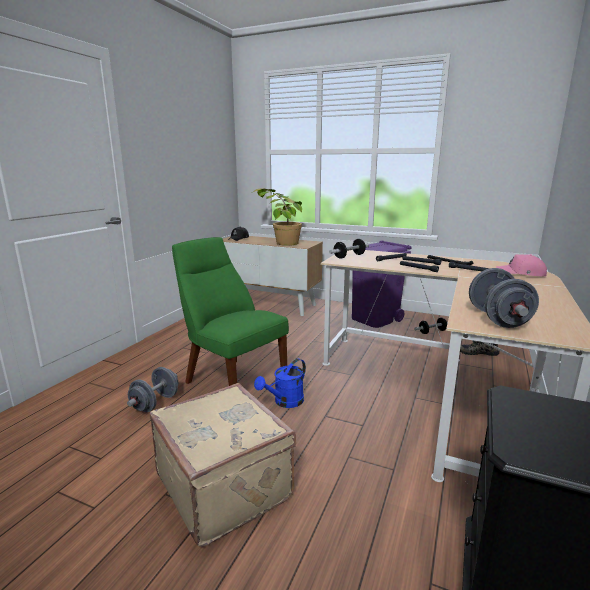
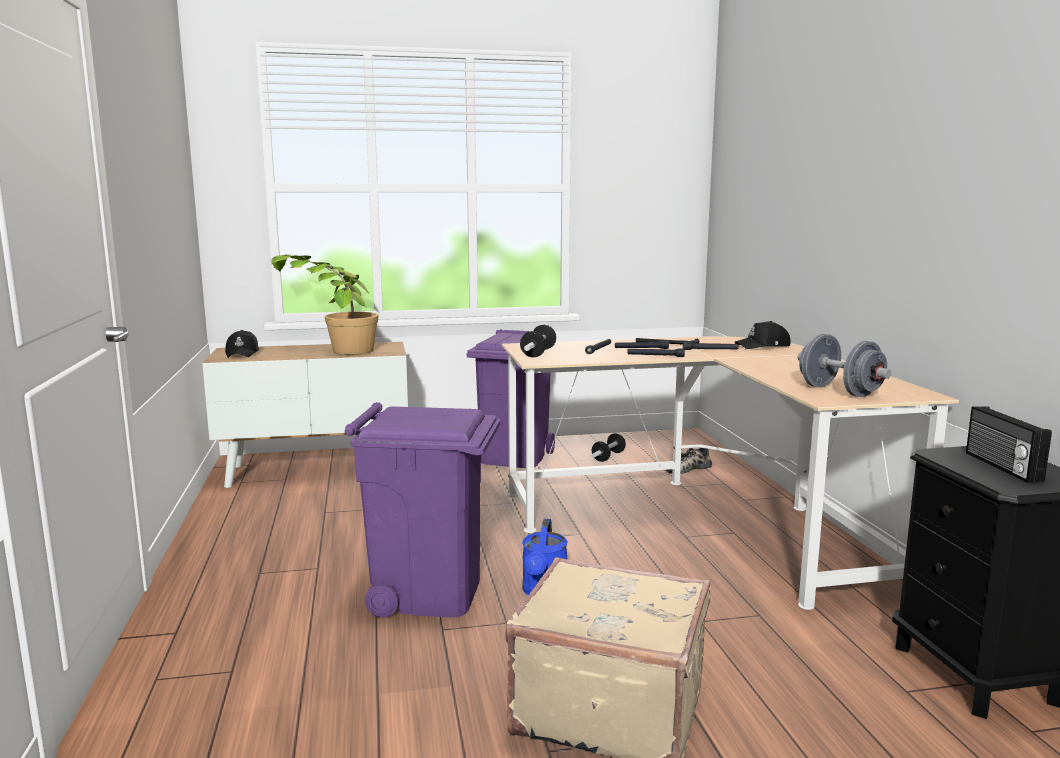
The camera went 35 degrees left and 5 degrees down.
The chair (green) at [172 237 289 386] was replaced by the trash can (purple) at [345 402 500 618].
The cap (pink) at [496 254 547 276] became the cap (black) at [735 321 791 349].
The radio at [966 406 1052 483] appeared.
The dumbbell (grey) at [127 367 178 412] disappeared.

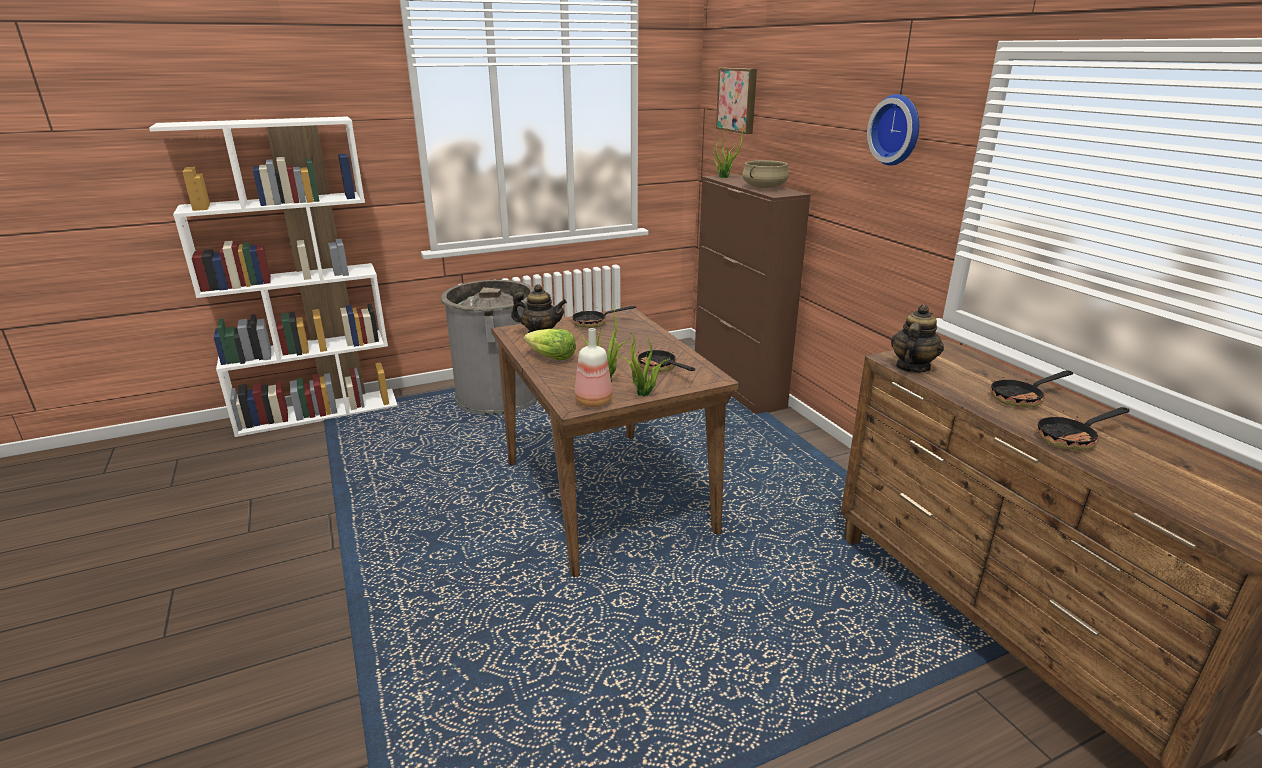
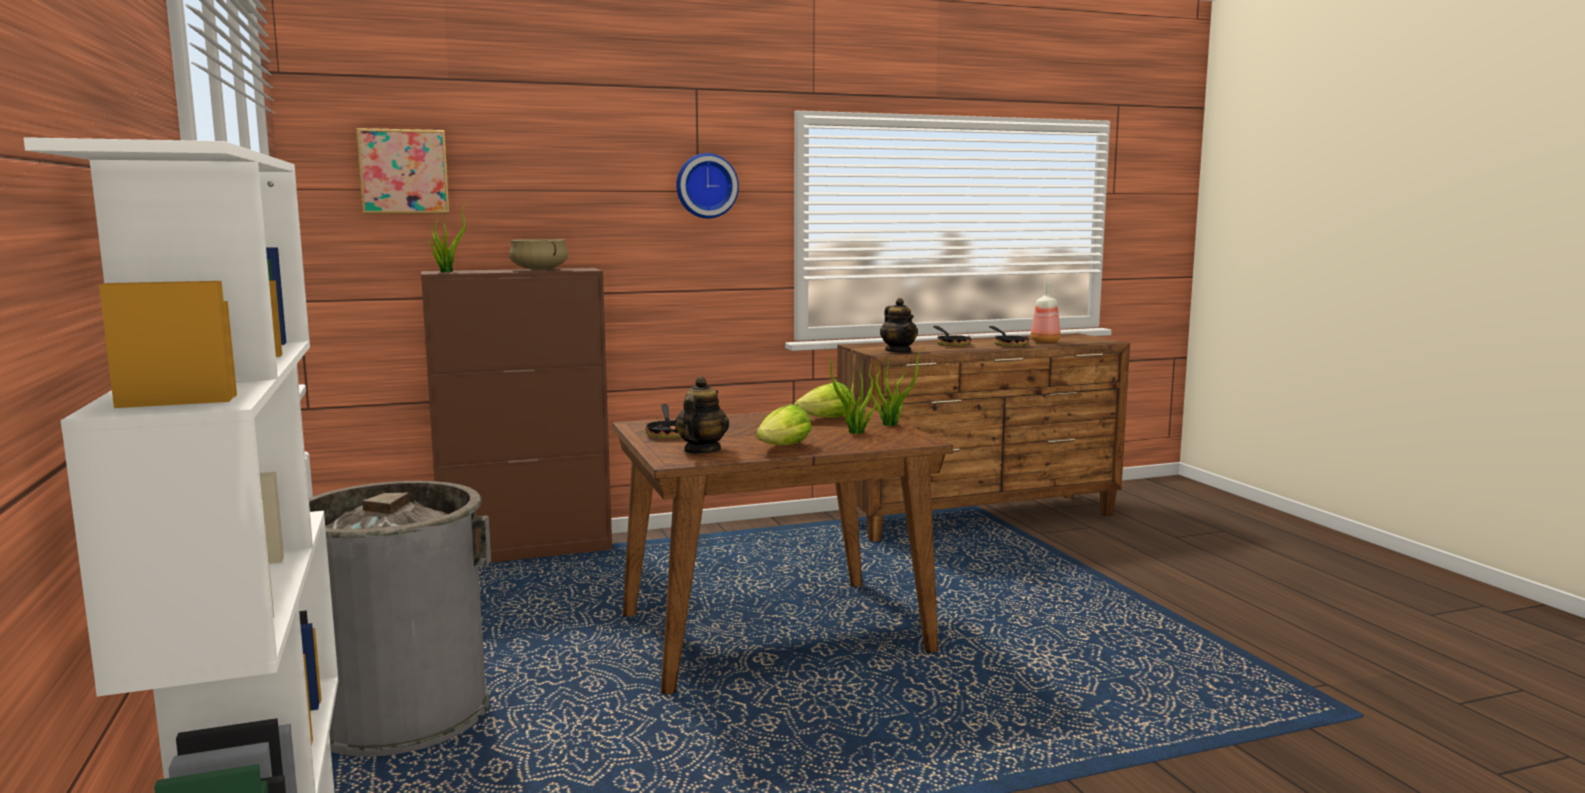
The camera went 85 degrees left and 15 degrees down.
The frying pan at [636 348 695 372] was replaced by the lettuce at [794 382 851 418].
The teapot at [891 304 944 373] turned 150 degrees counterclockwise.
The bottle moved from [574 328 613 407] to [1031 282 1061 343].

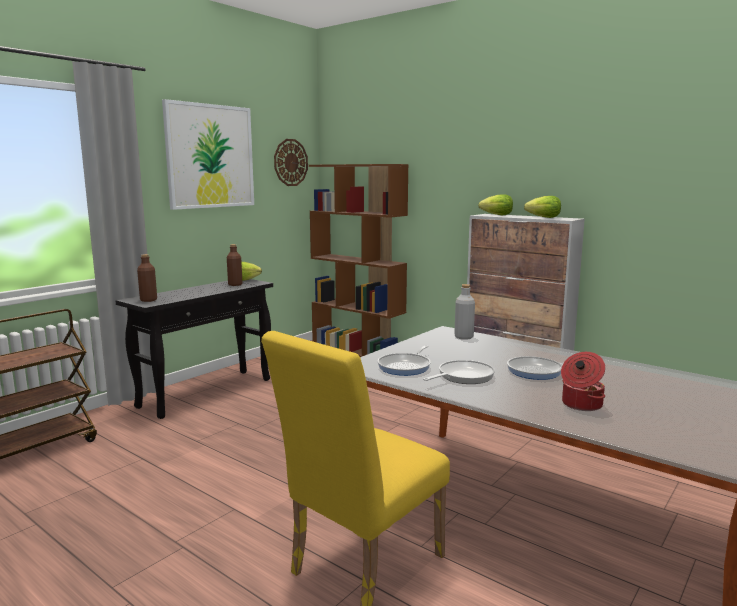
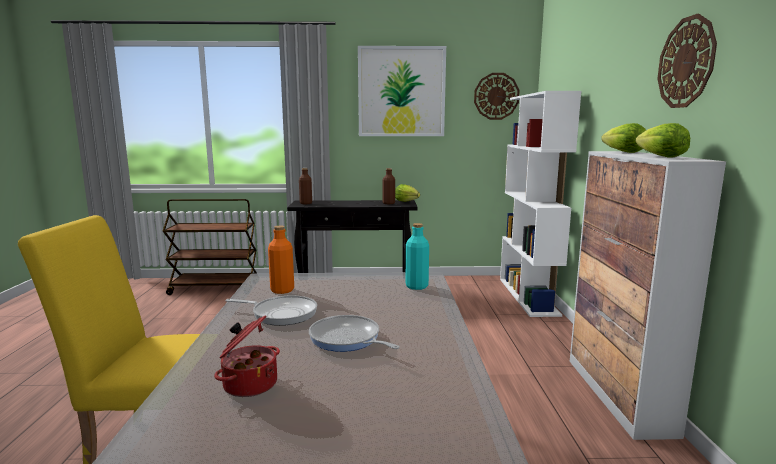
The camera went 50 degrees right and 0 degrees up.
The frying pan at [378 345 431 376] was replaced by the bottle (orange) at [268 226 294 294].
The bottle (grey) at [454 284 475 340] became the bottle (turquoise) at [406 223 429 290].
The bookcase (brown) at [309 164 409 357] became the bookcase (white) at [500 91 581 317].
The wall clock at [657 14 717 108] appeared.

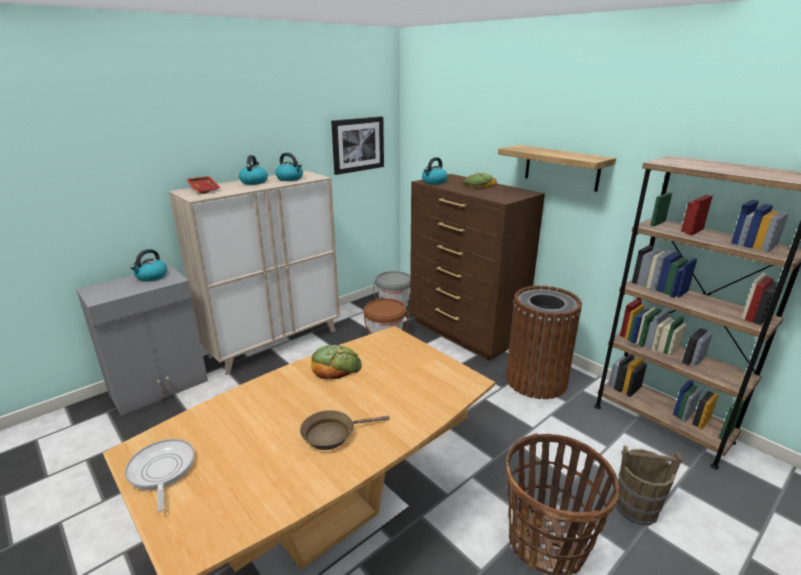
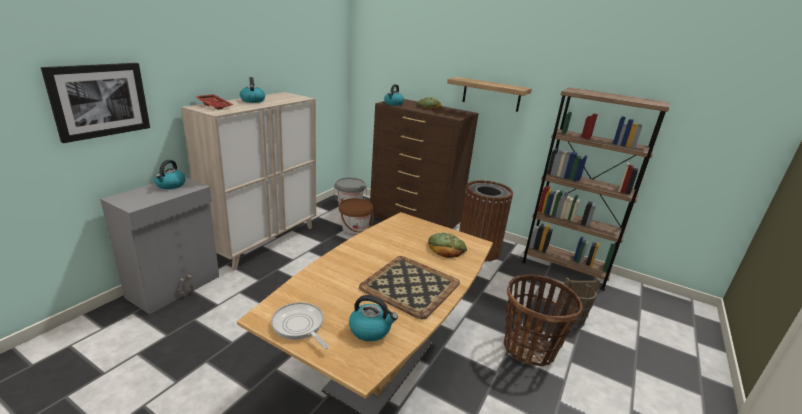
The camera went 20 degrees left and 0 degrees up.
The picture moved from [331 116 384 175] to [41 63 150 143].
The kettle moved from [275 153 303 181] to [349 295 398 341].
The frying pan (brown) at [300 410 390 450] was replaced by the tray at [359 256 460 319].
The bread moved from [311 345 362 379] to [428 233 467 258].

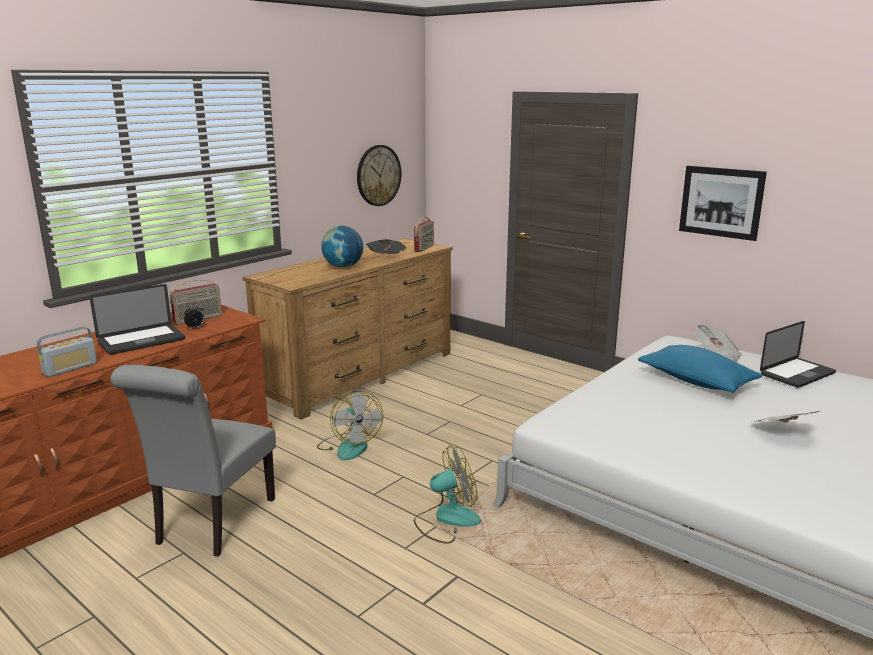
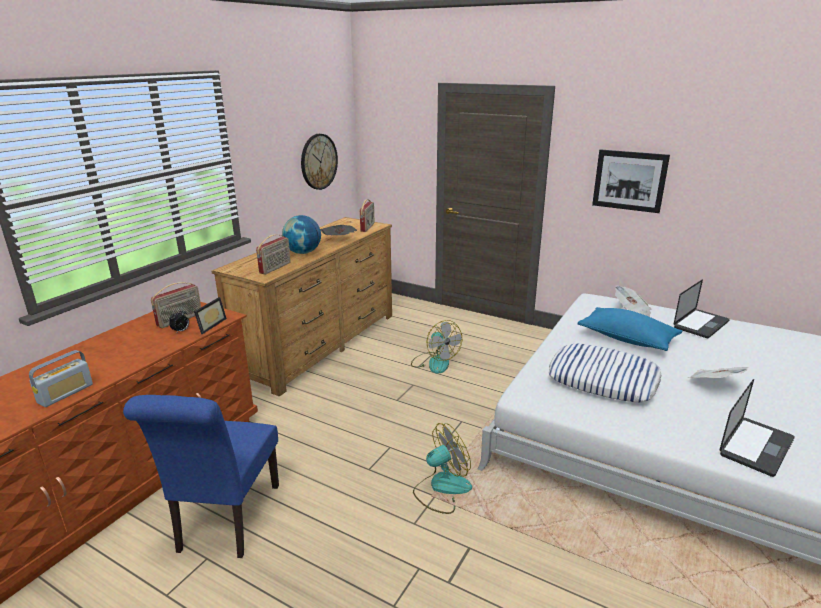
The camera went 10 degrees left and 5 degrees up.
The chair (grey) at [111 365 276 557] became the chair (blue) at [123 395 279 558].
The picture frame at [194 297 227 334] appeared.
The radio at [256 234 291 274] appeared.
The fan moved from [317 391 384 460] to [411 320 462 374].
The pillow at [548 344 662 402] appeared.
The laptop moved from [90 284 185 355] to [720 379 795 477].

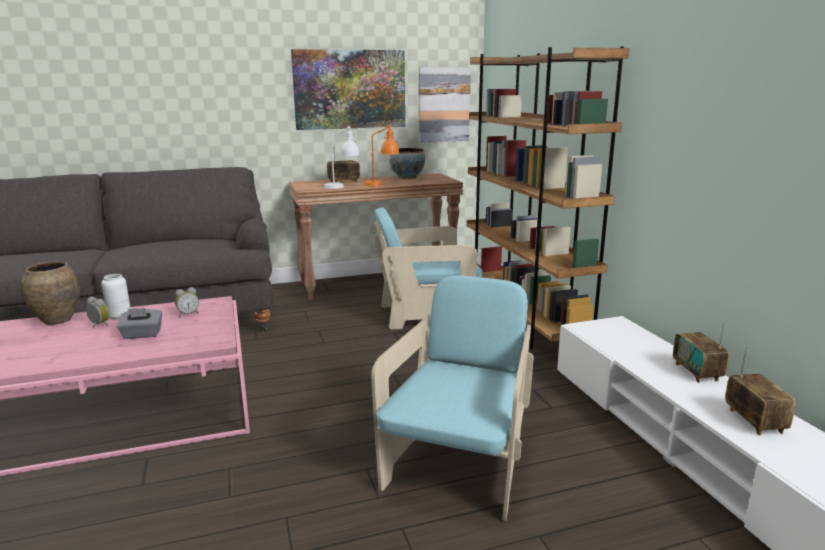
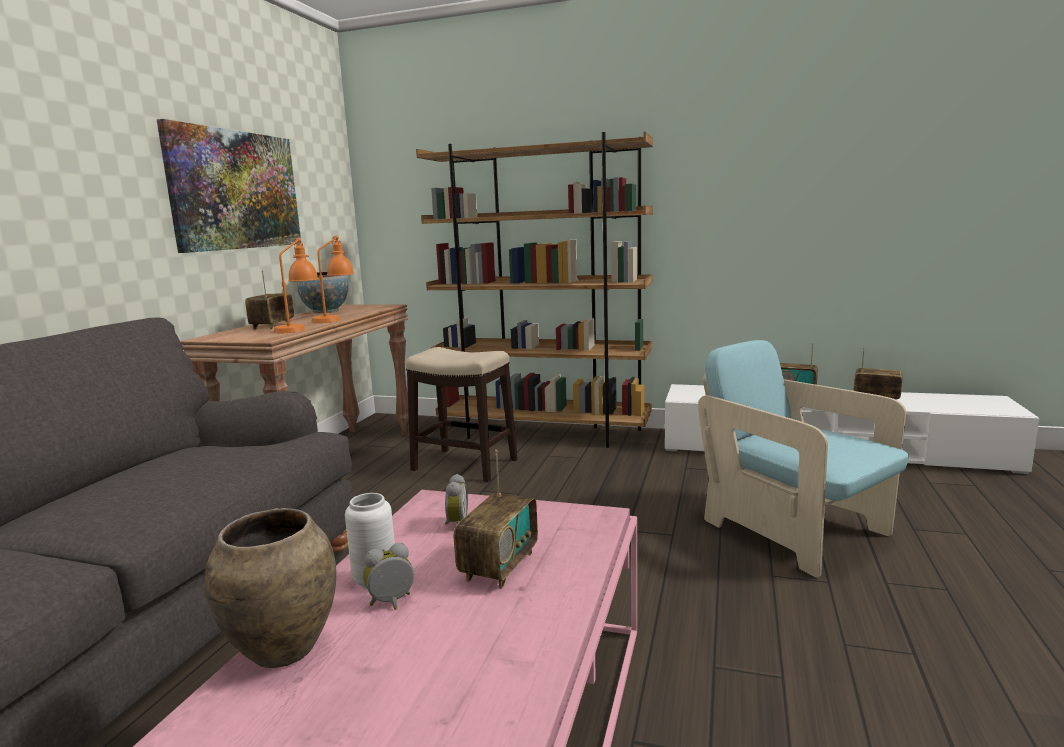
The camera went 55 degrees left and 5 degrees down.
The table lamp (white) at [324 126 360 189] became the table lamp (orange) at [273 238 319 333].
The armchair (turquoise) at [374 207 482 330] was replaced by the stool at [406 347 518 482].
The tissue box (grey) at [117 308 162 339] was replaced by the radio at [454 450 538 589].
The picture at [419 67 471 143] disappeared.

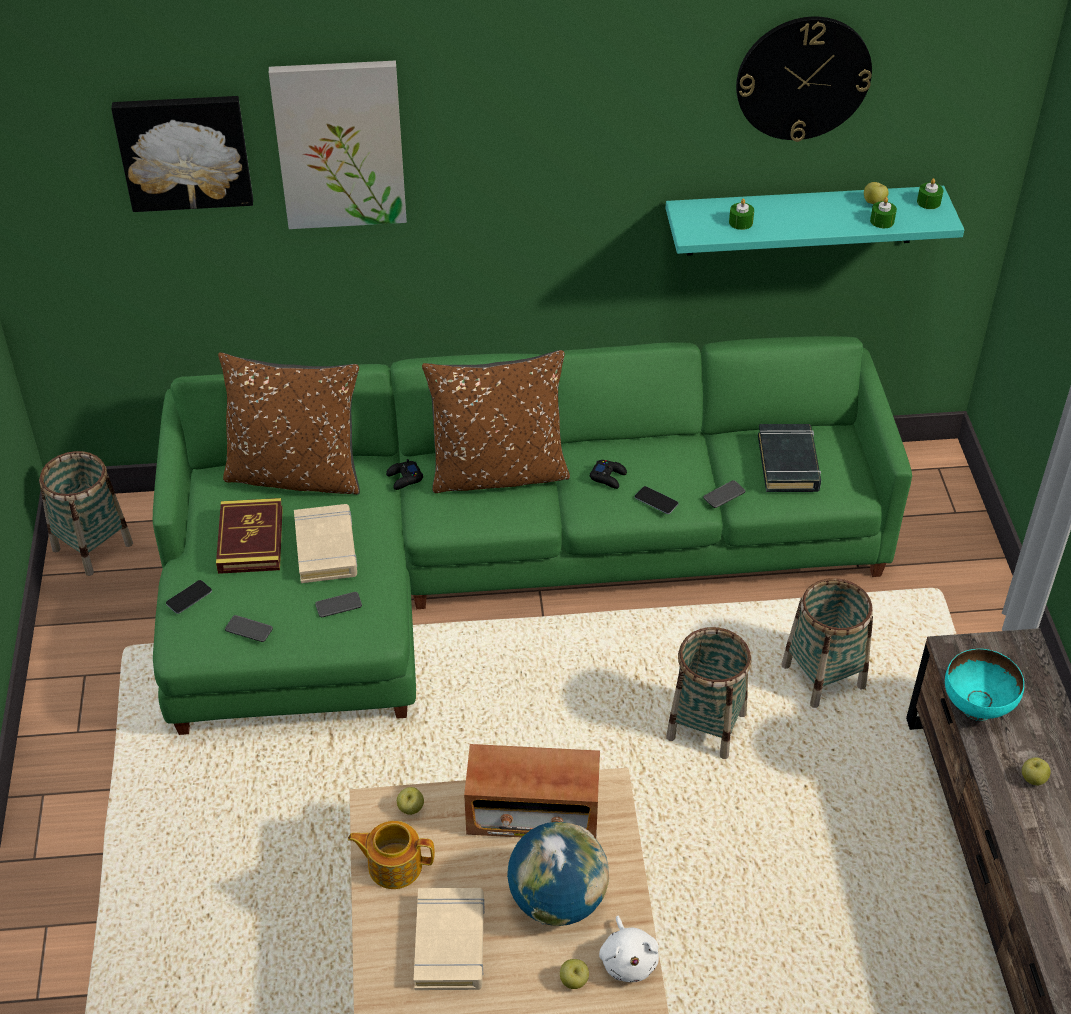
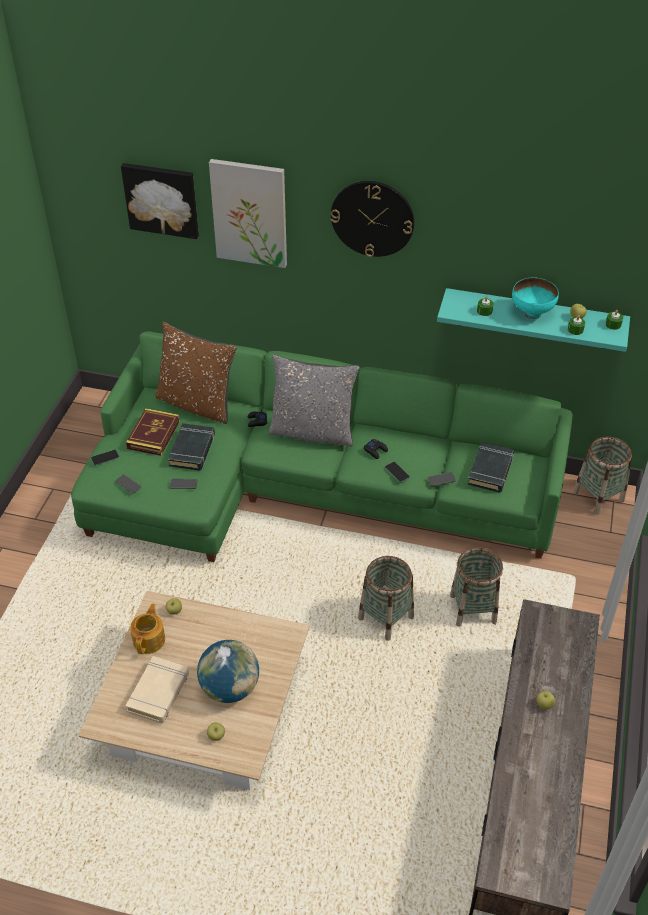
The camera went 20 degrees right and 0 degrees up.
The teapot at [348 821 435 889] turned 75 degrees clockwise.
The book (beige) at [294 504 357 583] became the book (black) at [168 423 215 471].
The pillow (brown) at [422 350 570 493] became the pillow (grey) at [268 354 359 446].
The wall clock moved from [736 17 872 142] to [331 181 414 257].
The bowl (turquoise) moved from [945 649 1024 721] to [512 277 559 319].
The basket moved from [39 451 133 576] to [573 436 632 515].
The radio at [464 744 600 838] disappeared.
The plush toy (white) at [599 916 659 982] disappeared.

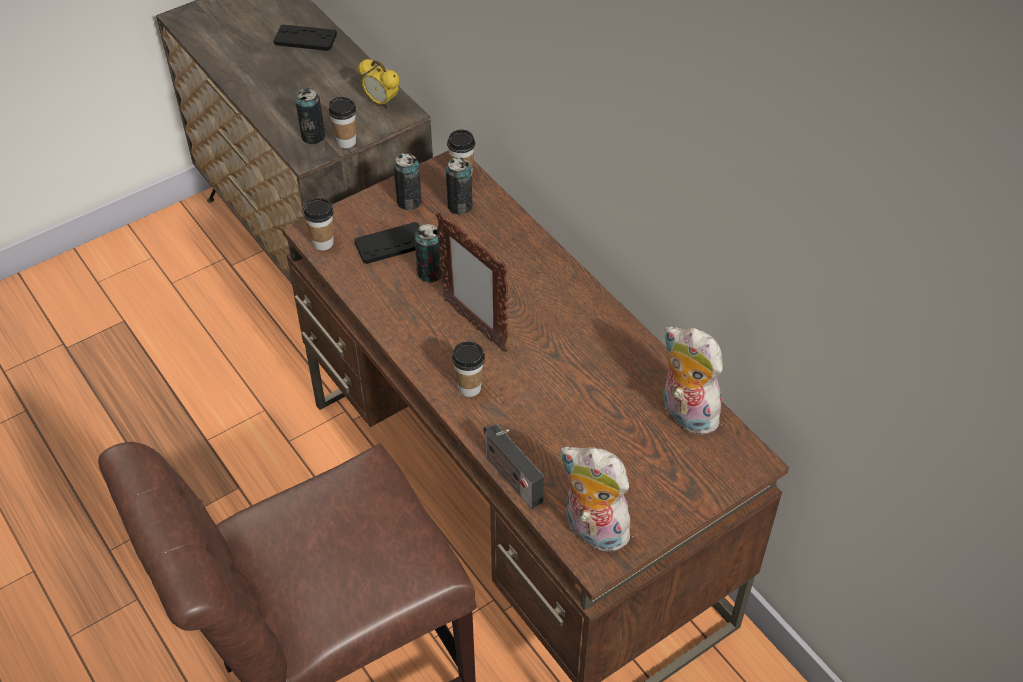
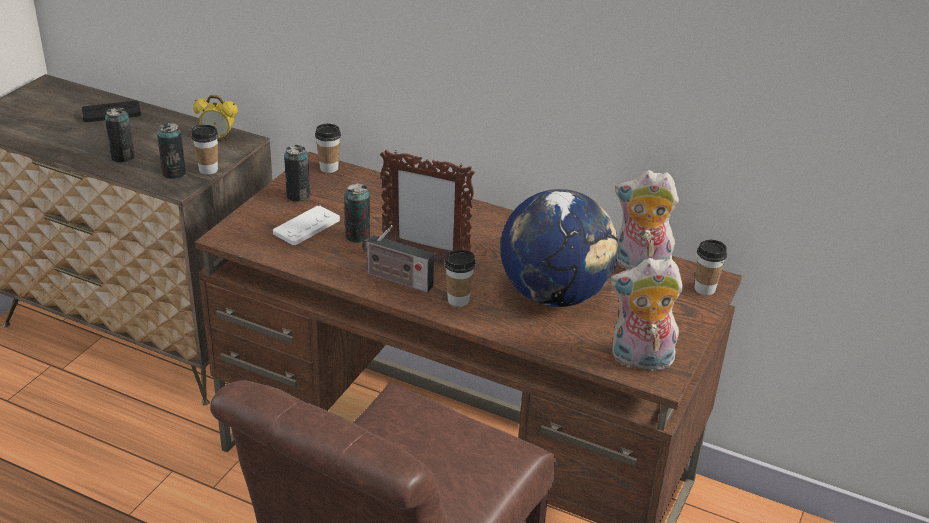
The camera went 30 degrees left and 15 degrees down.
The can moved from [446 158 473 215] to [105 107 135 162].
The game controller (black) at [355 222 419 264] became the game controller (white) at [273 205 340 245].
The radio moved from [483 424 544 509] to [362 225 434 293].
The globe at [501 189 619 307] appeared.
The cup moved from [303 198 334 250] to [695 240 727 295].

